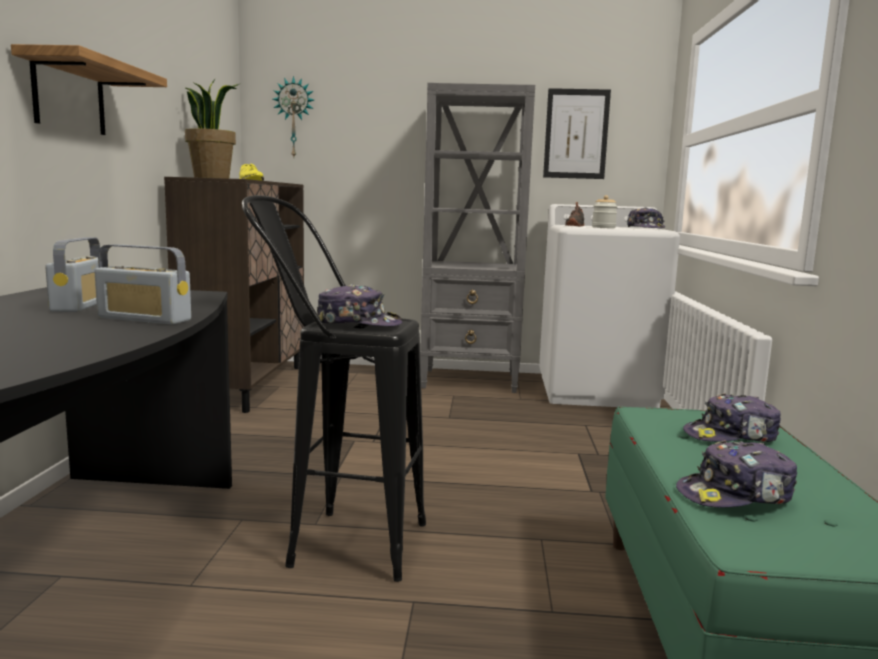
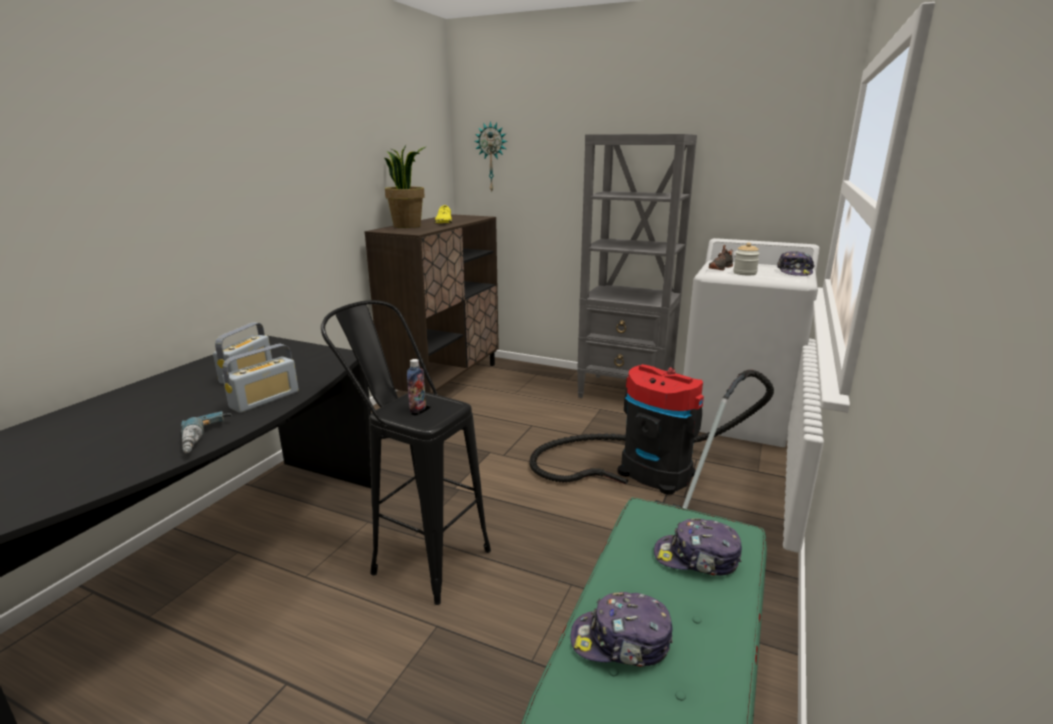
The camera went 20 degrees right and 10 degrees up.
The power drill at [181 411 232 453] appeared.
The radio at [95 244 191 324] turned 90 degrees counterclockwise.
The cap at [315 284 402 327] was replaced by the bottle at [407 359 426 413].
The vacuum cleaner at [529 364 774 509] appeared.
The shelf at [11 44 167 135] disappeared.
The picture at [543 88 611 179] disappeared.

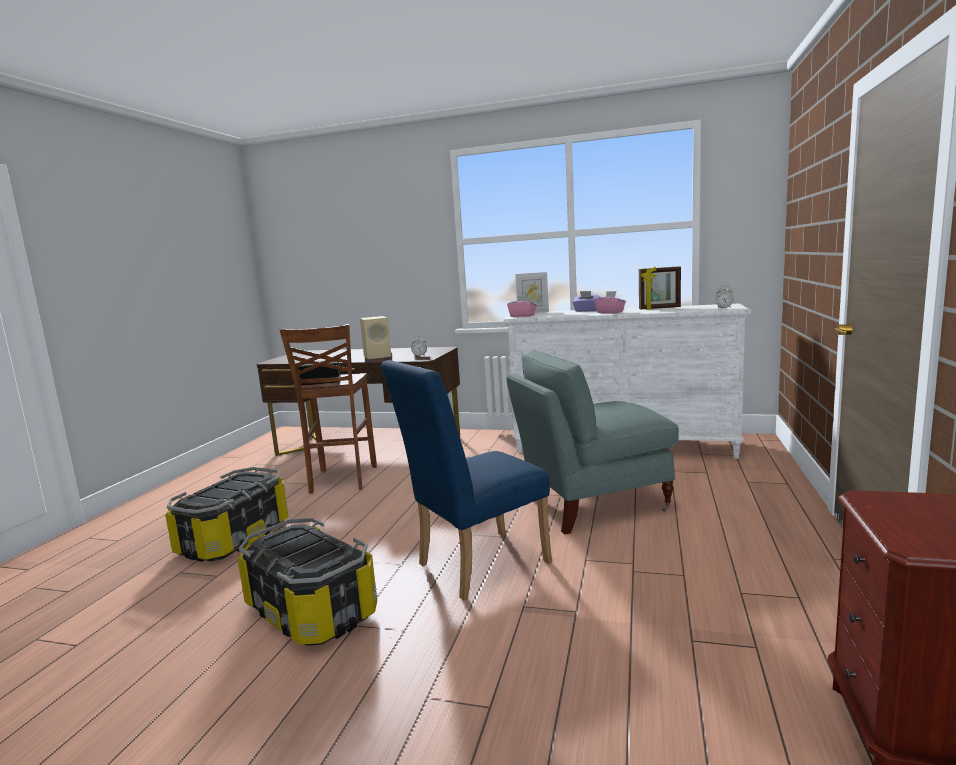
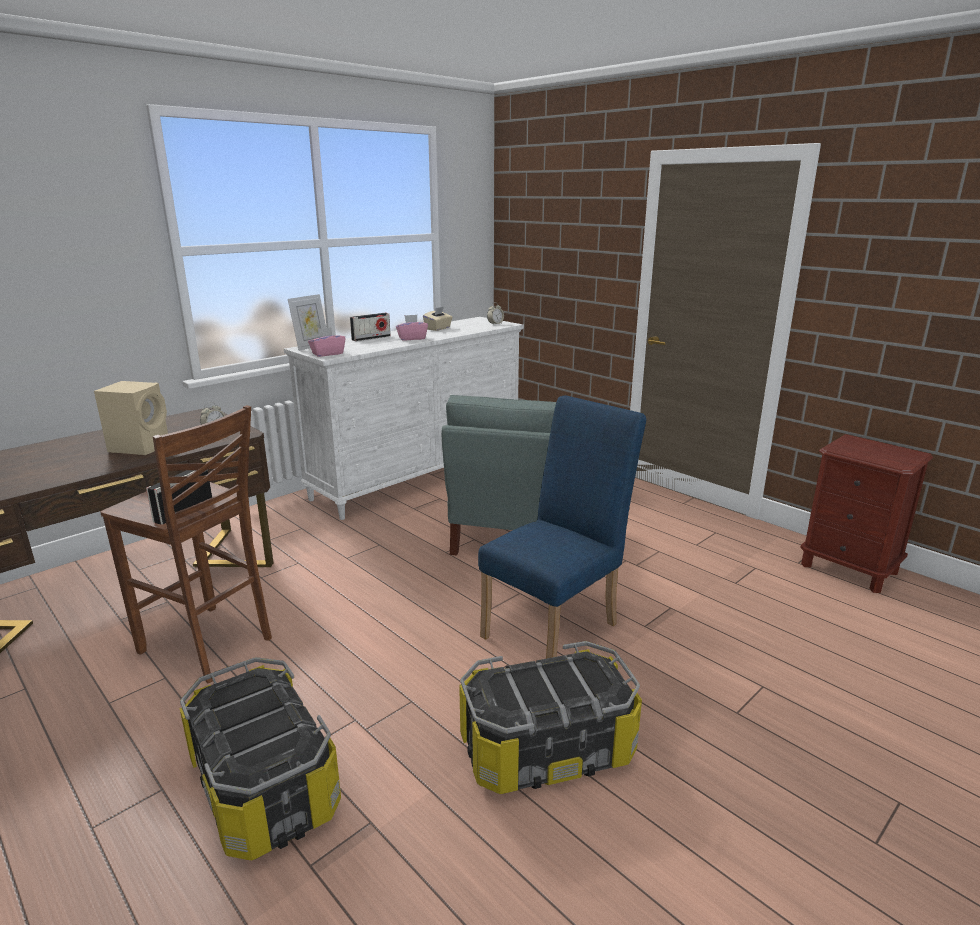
The camera went 60 degrees left and 10 degrees up.
The tissue box (purple) at [572 291 600 312] was replaced by the radio at [350 313 391 341].
The picture frame at [639 266 681 310] was replaced by the tissue box (beige) at [423 307 453 331].
The chair (blue) at [380 360 552 600] turned 135 degrees counterclockwise.

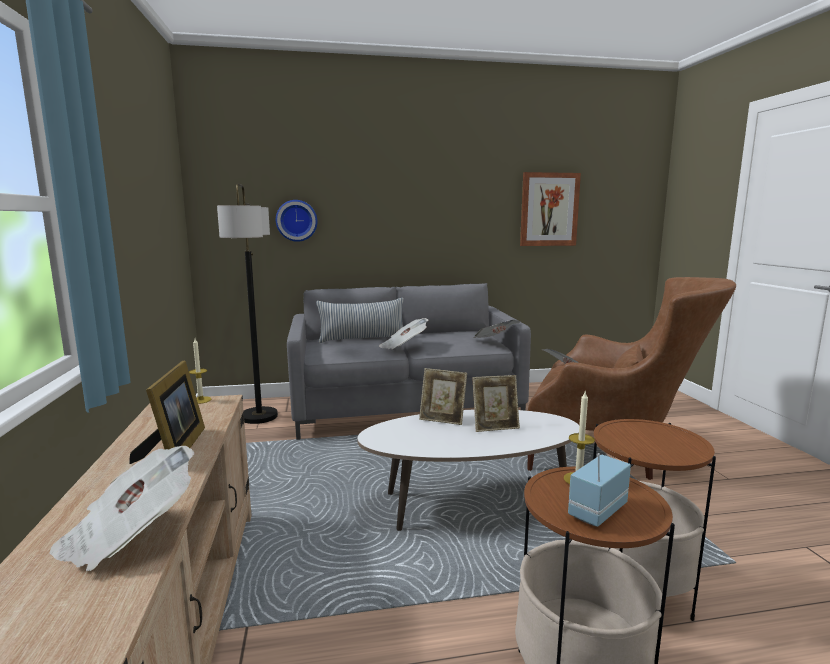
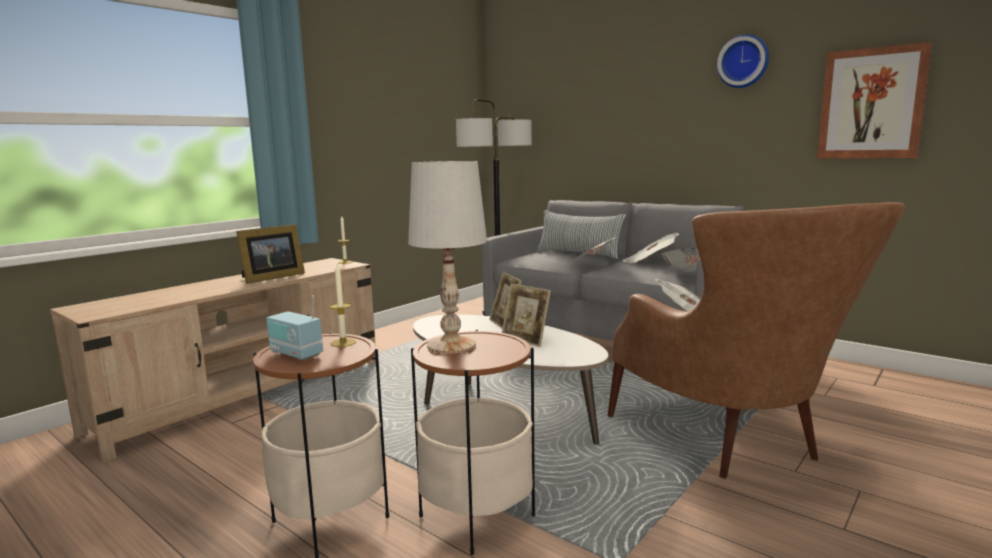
The camera went 50 degrees right and 0 degrees up.
The radio at [568 453 631 527] turned 150 degrees counterclockwise.
The table lamp (white) at [408 161 487 353] appeared.
The newspaper moved from [49 446 195 571] to [623 233 679 264].
The wall clock moved from [276 200 317 242] to [717 34 769 88].

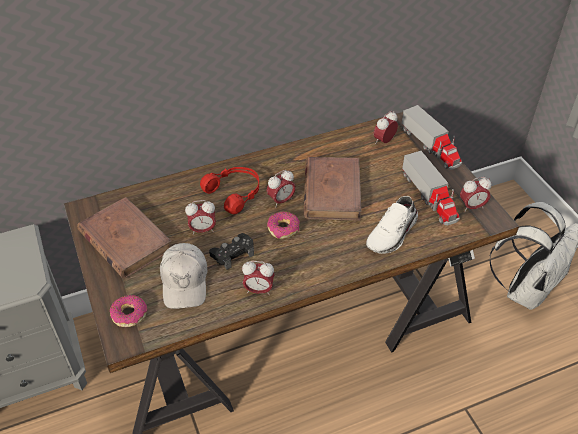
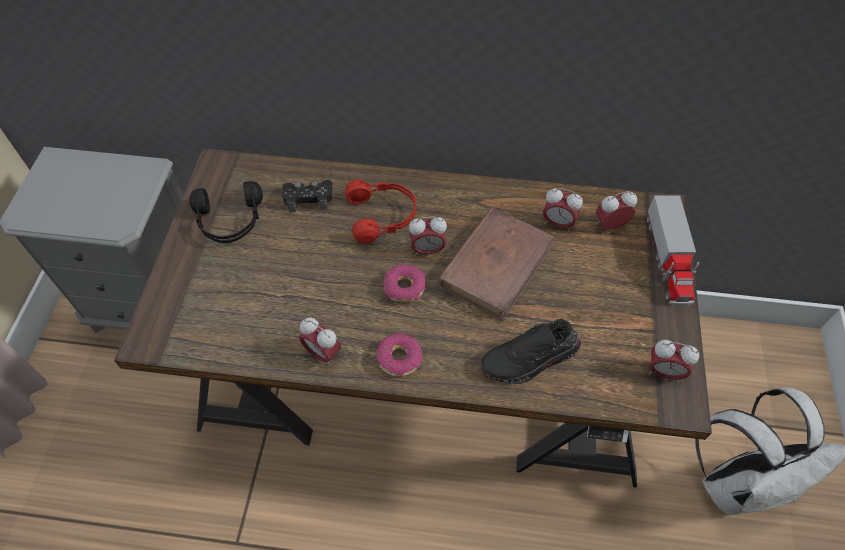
The camera went 30 degrees right and 10 degrees up.
The book (brown) at [77 197 172 280] was replaced by the headphones (black) at [189 181 263 243].
The game controller (black) moved from [209 233 254 270] to [282 180 332 212].
The donut moved from [110 295 148 327] to [376 334 422 377].
The shoe (white) at [366 196 418 254] became the shoe (black) at [481 319 581 384].
The alarm clock moved from [185 200 216 235] to [543 188 583 231].
The cap (white) at [160 243 207 309] disappeared.
The toy truck at [402 151 460 225] disappeared.

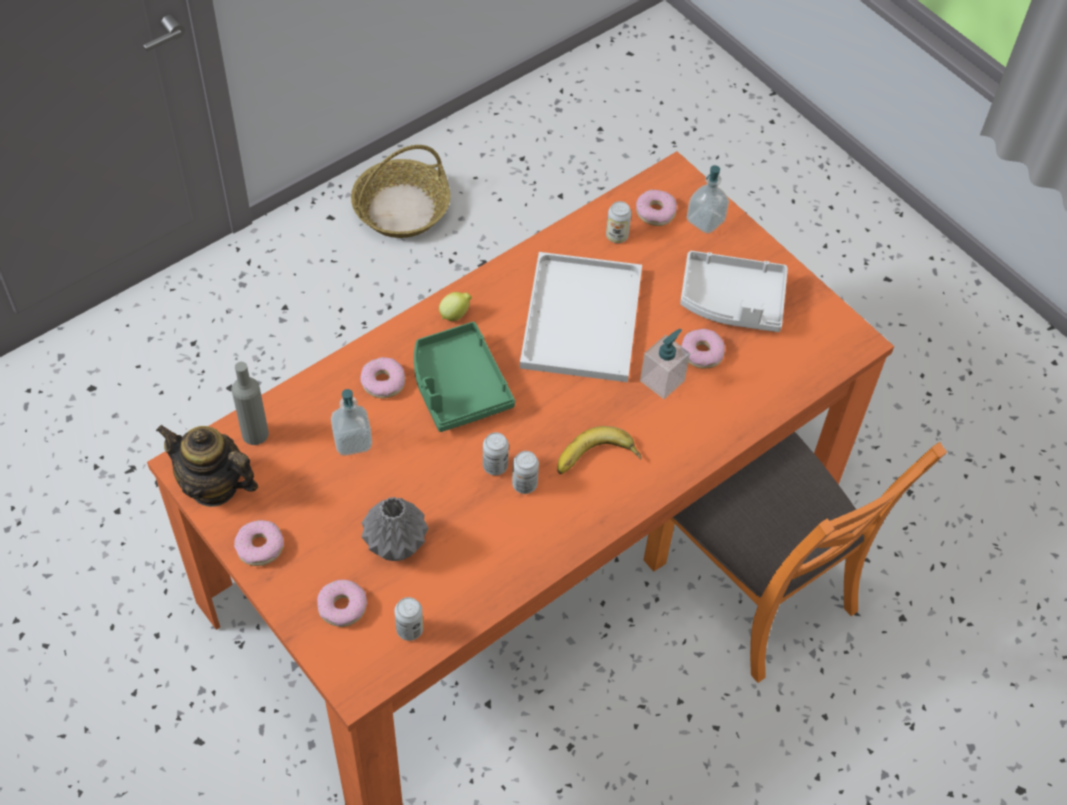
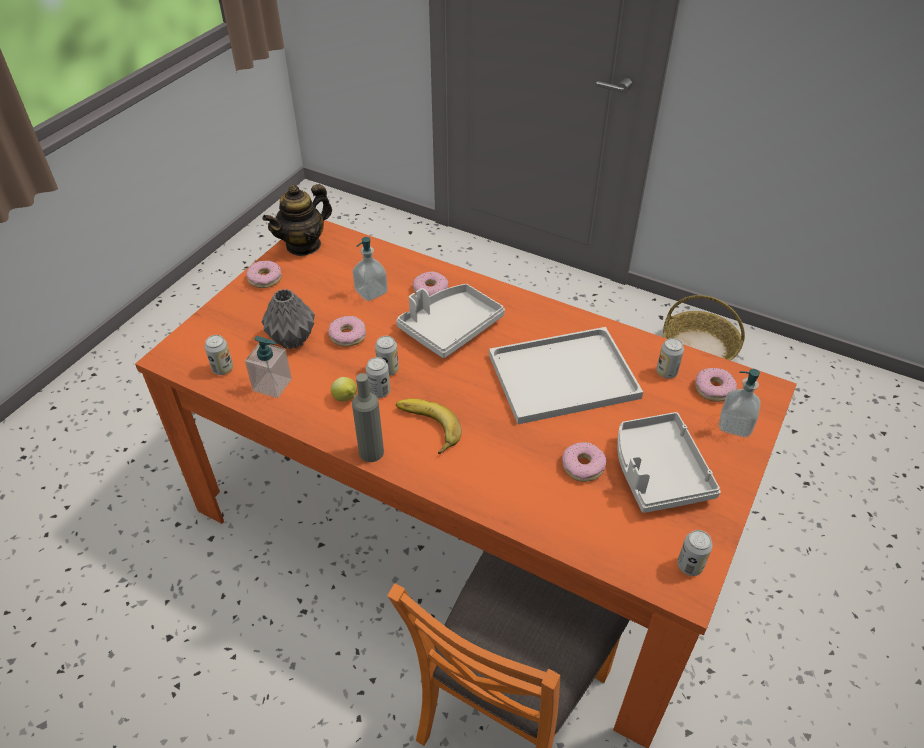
The camera went 70 degrees right and 10 degrees down.
The soap dispenser moved from [640 329 690 399] to [245 336 292 398].
The teapot at [156 425 258 507] turned 135 degrees counterclockwise.
The donut moved from [317 580 367 627] to [328 316 366 347].
The lemon moved from [439 292 472 321] to [331 377 357 402].
The bottle (grey) moved from [232 362 269 445] to [352 373 384 462].
The tray (green) at [414 322 515 432] became the tray (grey) at [396 284 505 358].
The can at [677 530 713 576] appeared.

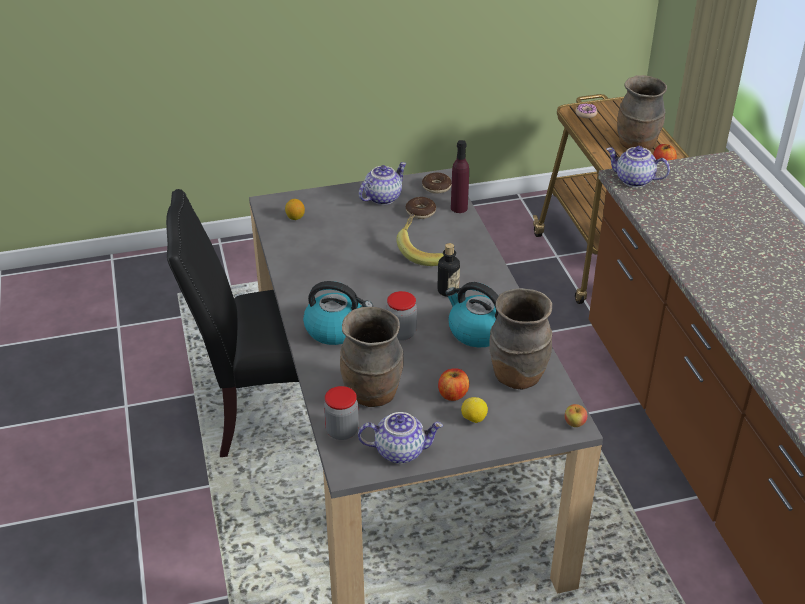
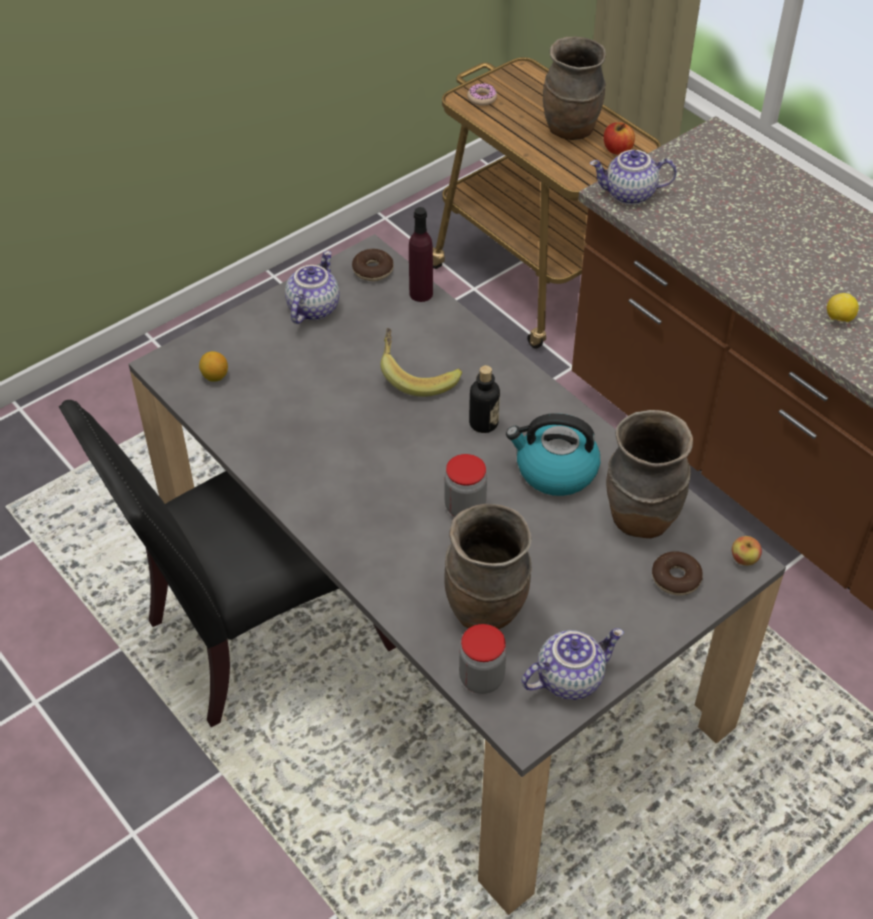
The camera went 25 degrees left and 10 degrees up.
The donut moved from [406 197 436 219] to [652 551 703 596].
The lemon moved from [461 397 488 423] to [827 293 859 322].
The kettle at [303 281 373 345] disappeared.
The apple at [438 368 469 401] disappeared.

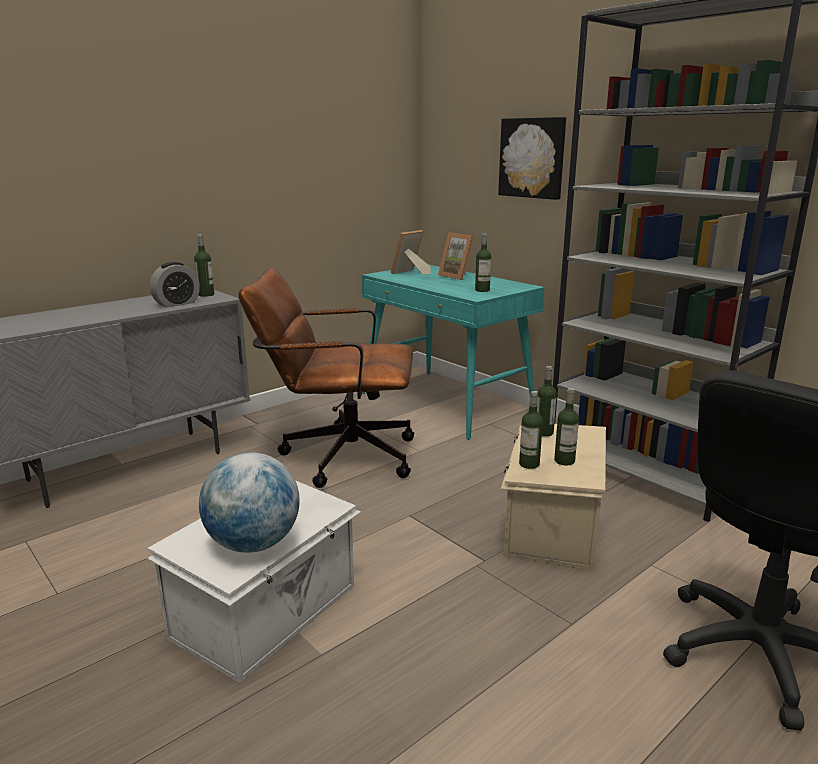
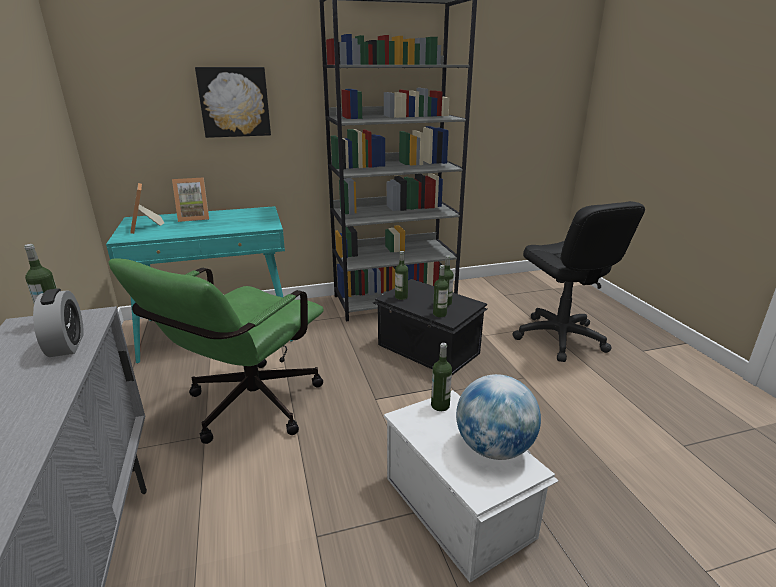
The camera went 65 degrees left and 5 degrees up.
The office chair (brown) at [238 267 414 488] became the office chair (green) at [108 258 324 444].
The storage box (beige) at [501 424 606 570] became the storage box (black) at [373 279 487 375].
The bottle moved from [475 233 491 292] to [431 343 452 411].

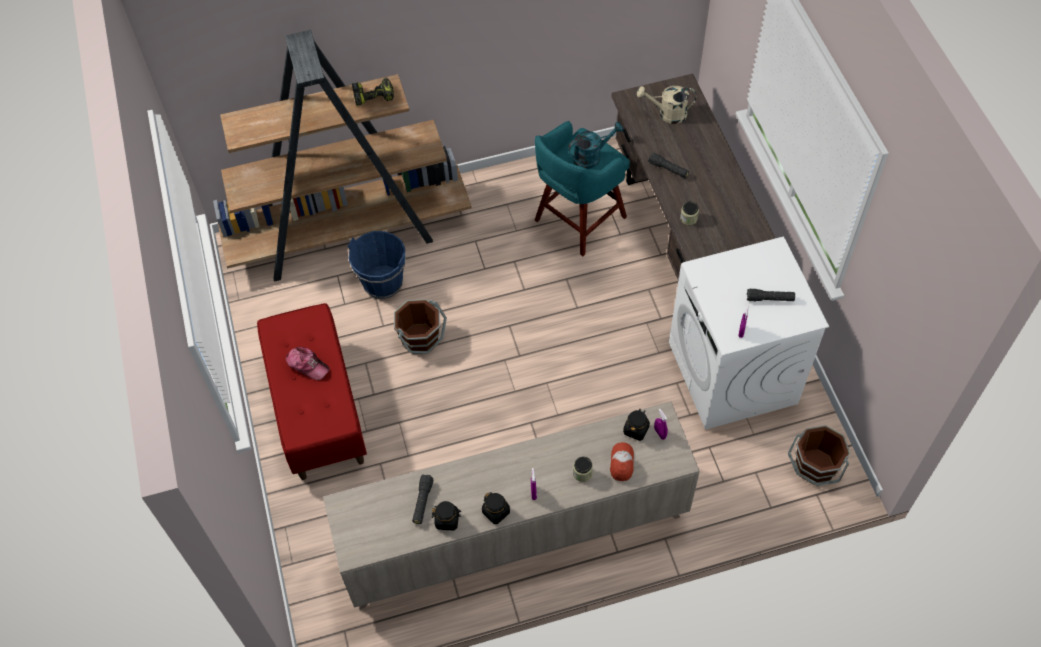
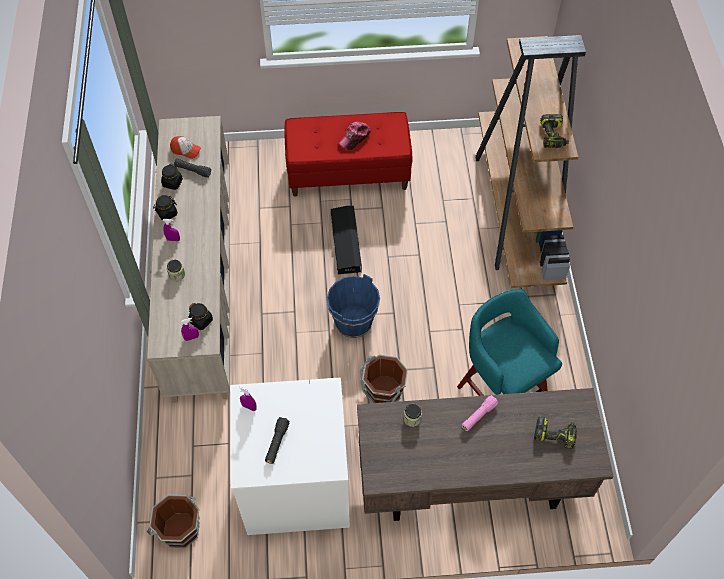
The camera went 100 degrees right and 0 degrees up.
The cap moved from [610 442 634 481] to [170 136 201 159].
The bucket (blue) moved from [348 231 406 299] to [327 274 380 338].
The storage box (black) at [331 206 362 274] appeared.
The bucket (brown) moved from [394 299 447 354] to [360 355 408 403].
The flashlight (black) at [648 152 689 178] became the flashlight (pink) at [462 395 498 431].
The watering can (beige) at [637 86 696 124] was replaced by the power drill at [534 416 577 449].
The watering can (turquoise) at [568 122 624 169] disappeared.

